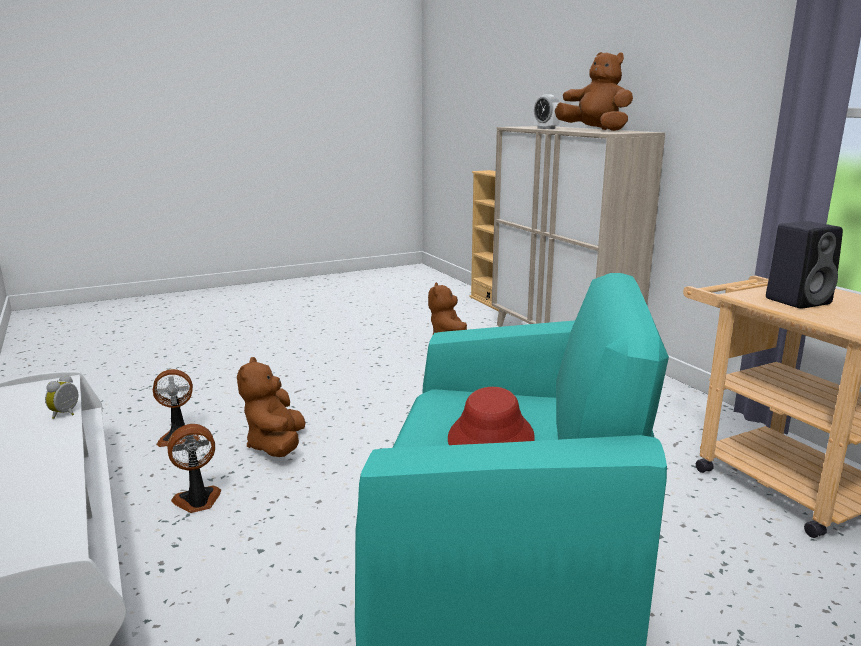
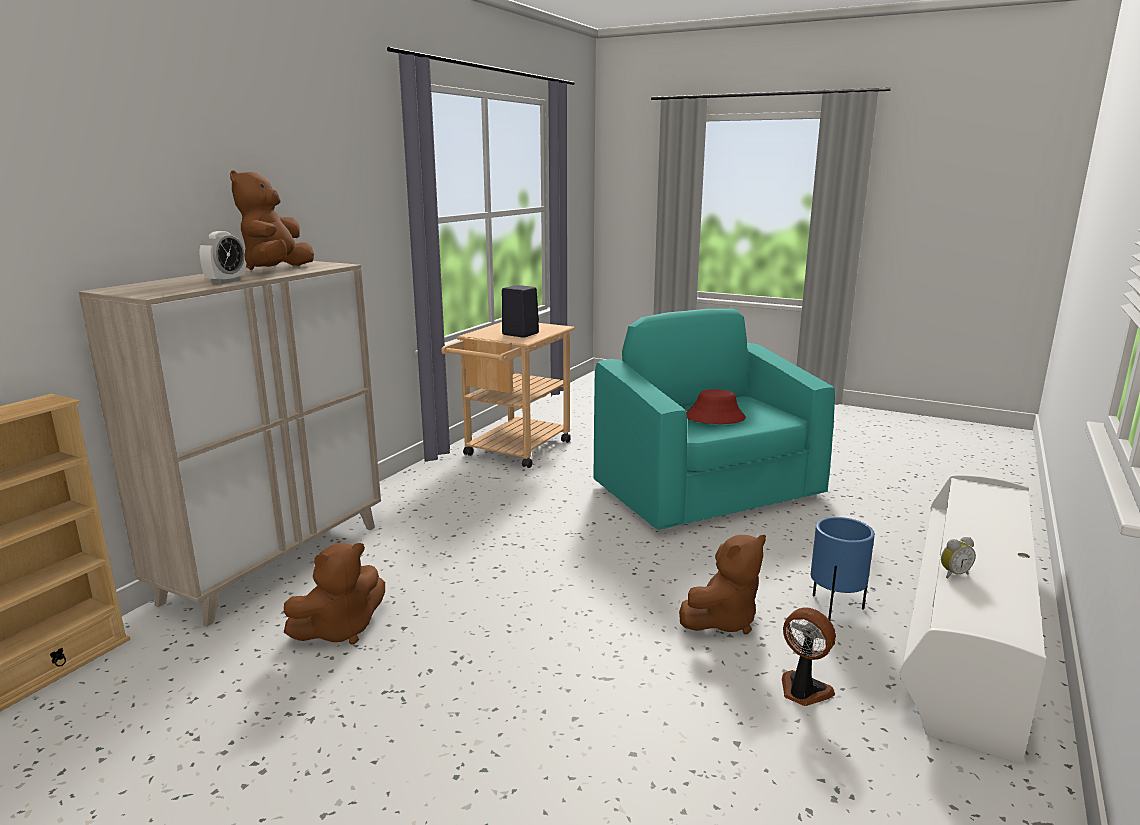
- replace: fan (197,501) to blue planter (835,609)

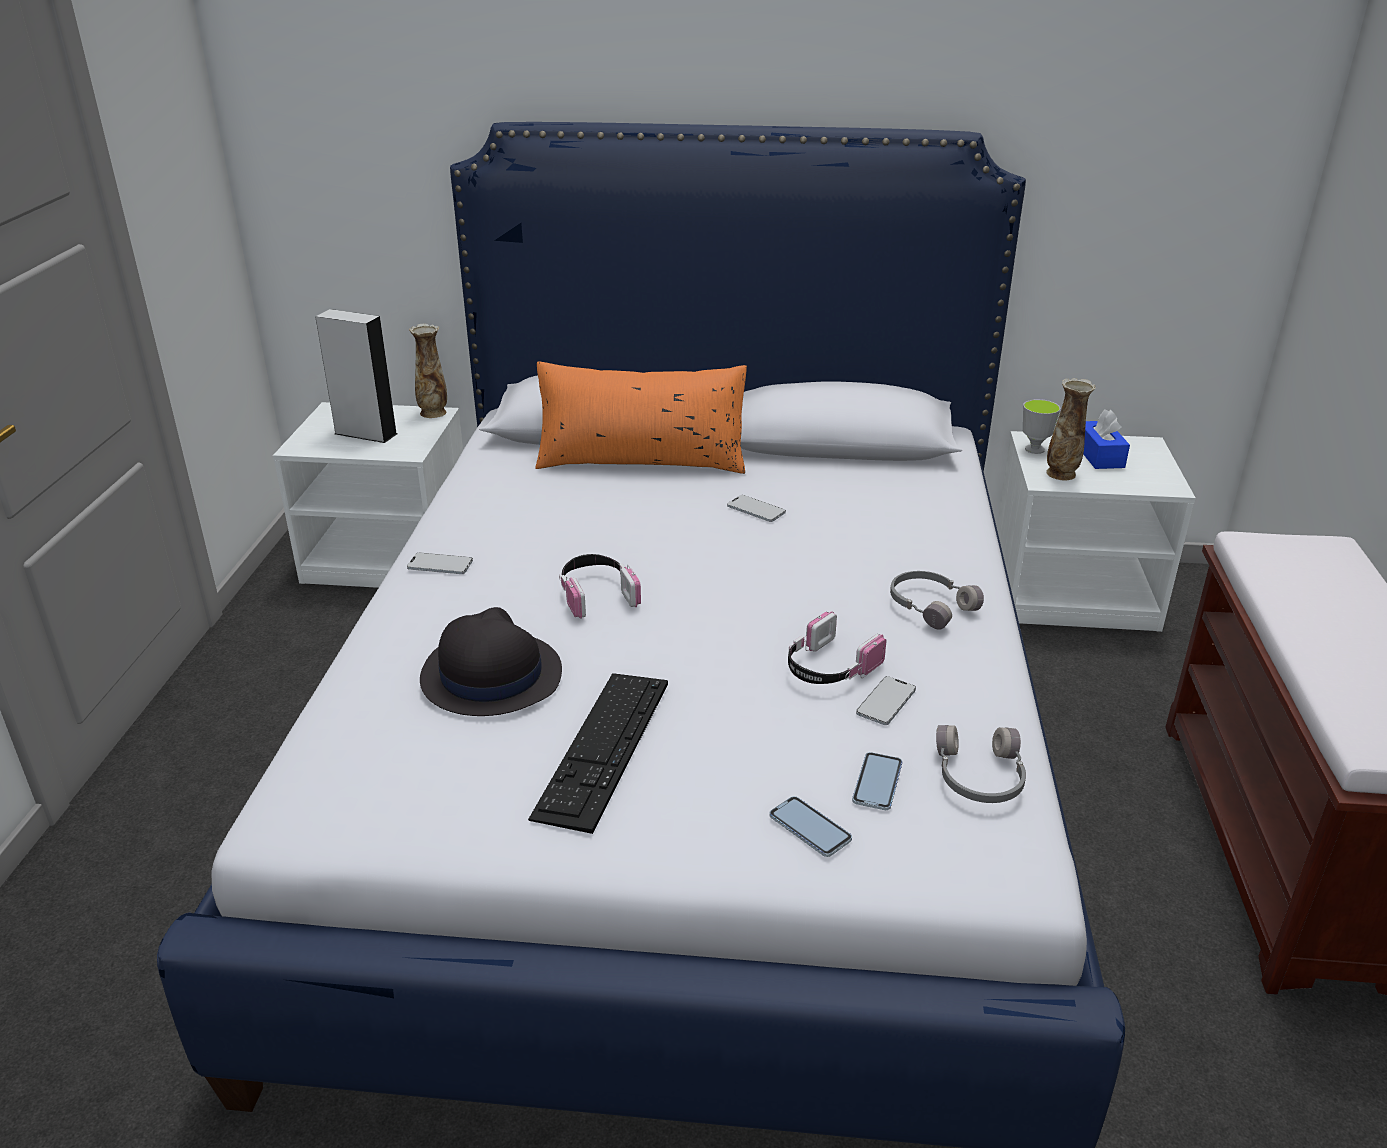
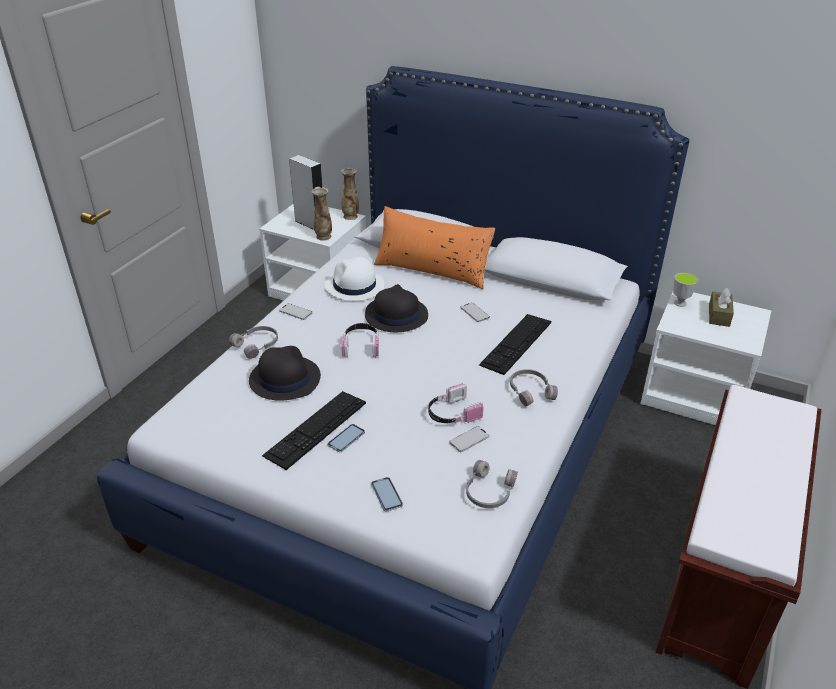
- insert: grey headphones (257,345)
- insert: white hat (354,286)
- insert: black hat (395,315)
- insert: keyboard (516,343)
- move: phone (877,782) to (346,439)
- move: vase (1061,474) to (323,237)
- recolor: blue tissue box (1099,456) to brown tissue box (719,315)

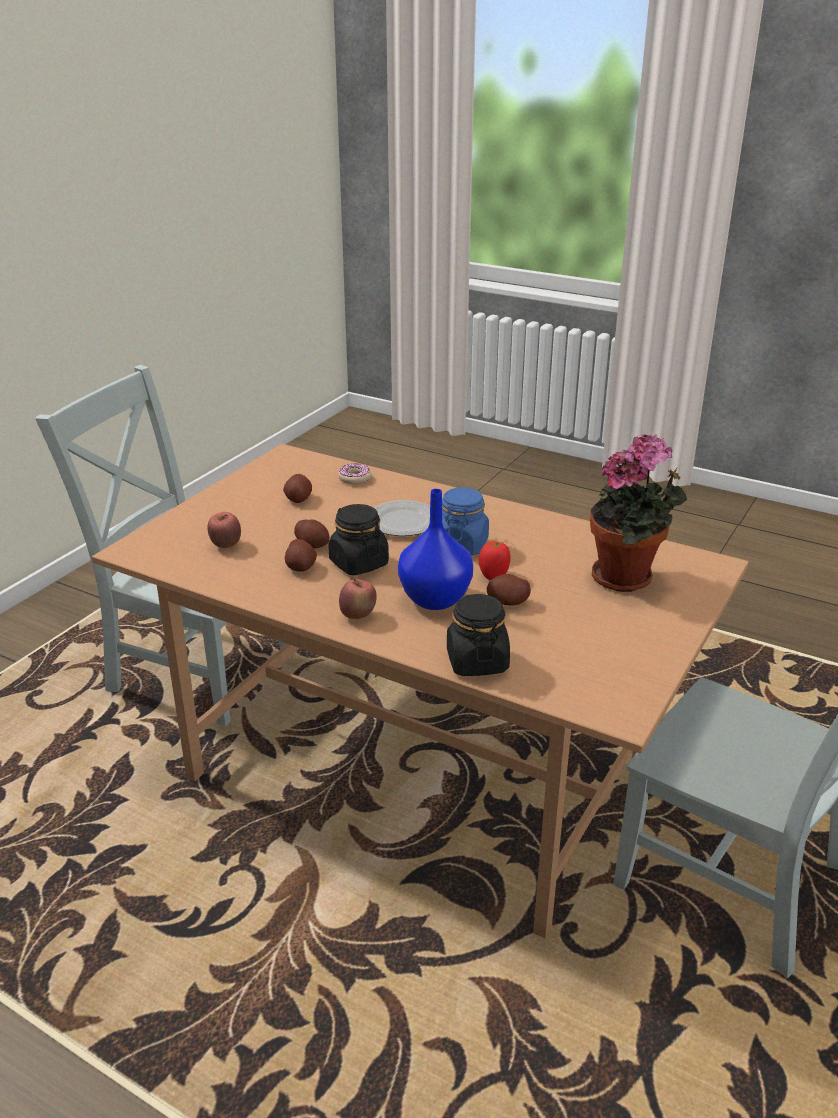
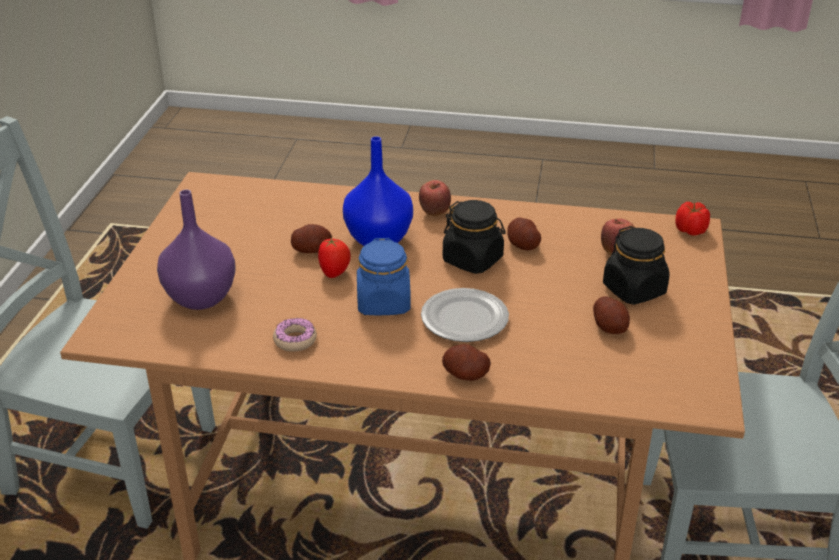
- insert: tomato (690,231)
- move: potato (313,545) to (465,374)
- move: donut (355,478) to (295,340)
- move: black jar (477,661) to (634,290)
- replace: potted plant (627,578) to purple vase (199,298)

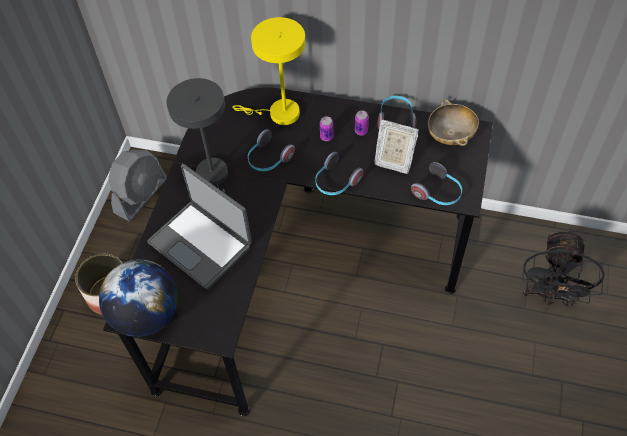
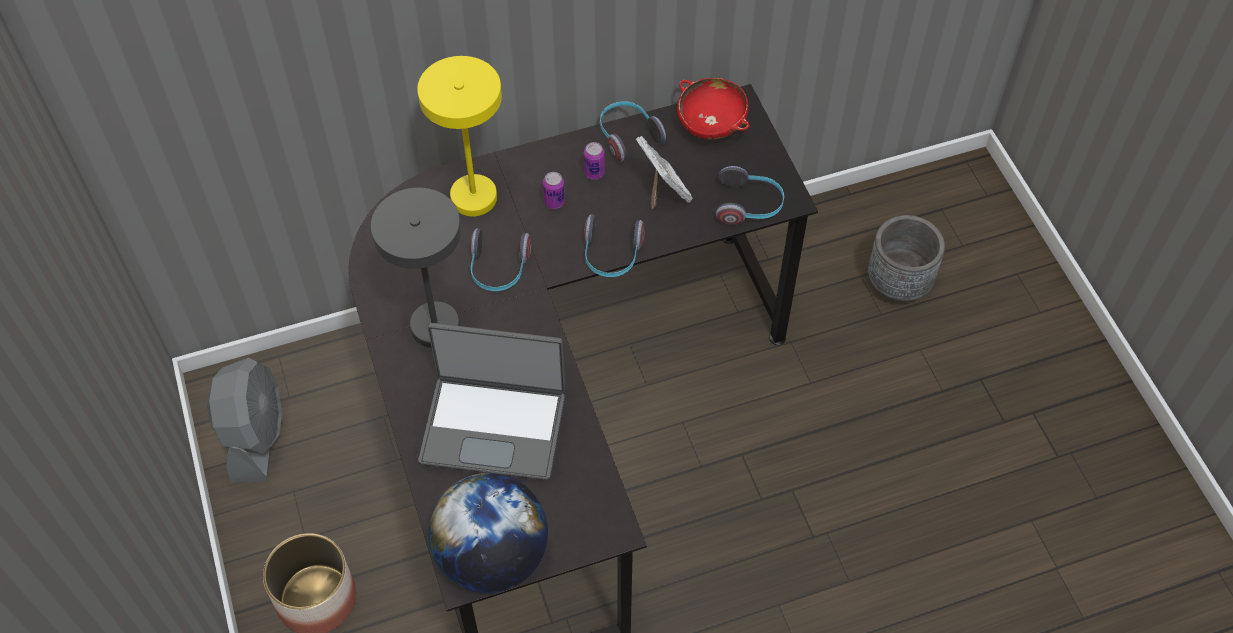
- replace: black fan (548,295) to grey planter (898,283)
- recolor: beige bowl (451,135) to red bowl (711,124)
- rotate: picture frame (393,160) = (664,192) 105 degrees counterclockwise

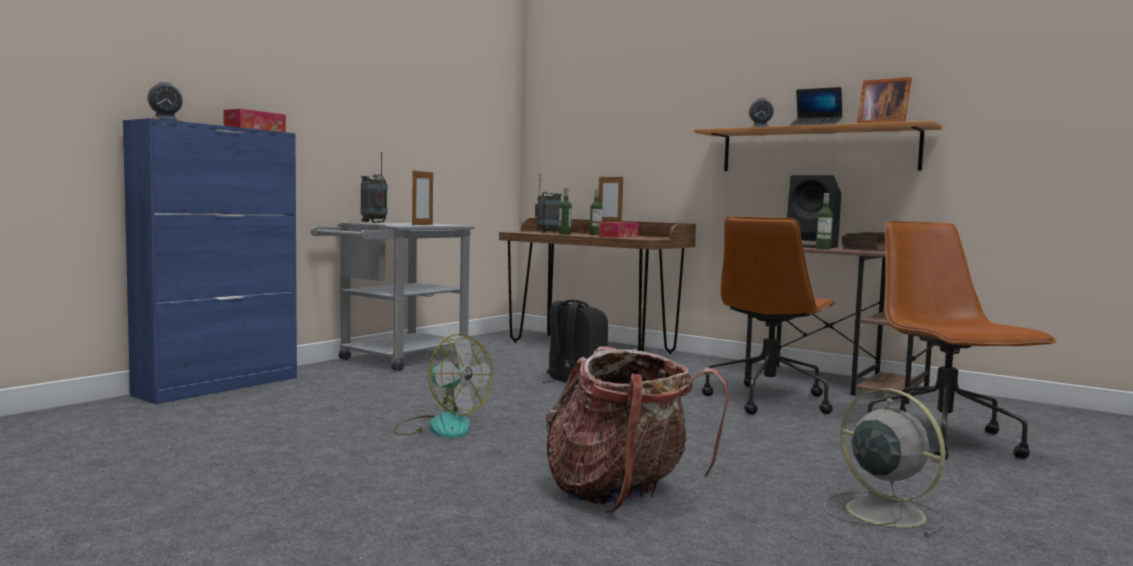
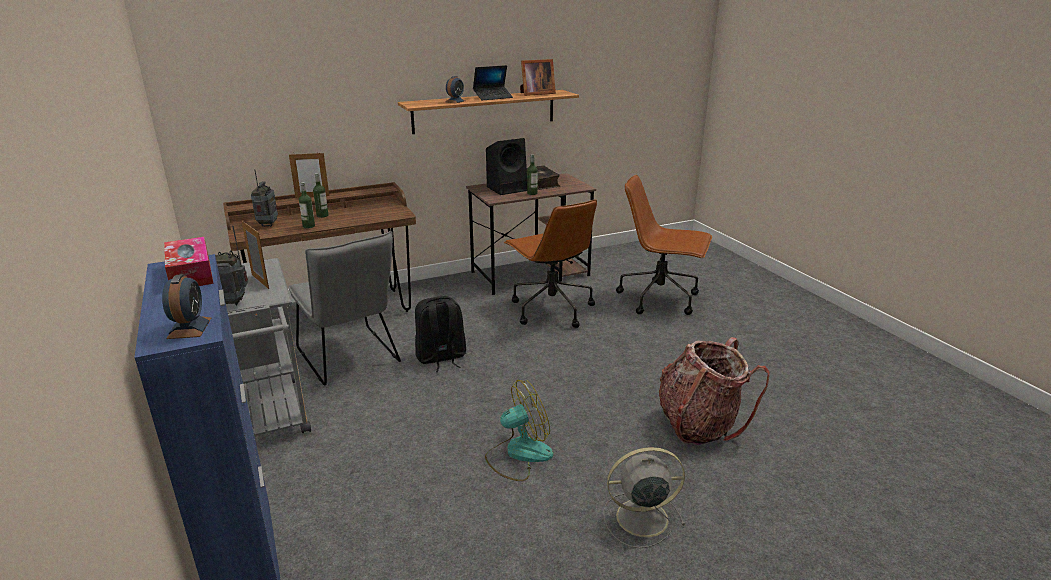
- delete: tissue box (618,236)
- insert: grey chair (350,358)
- move: grey fan (881,512) to (639,518)

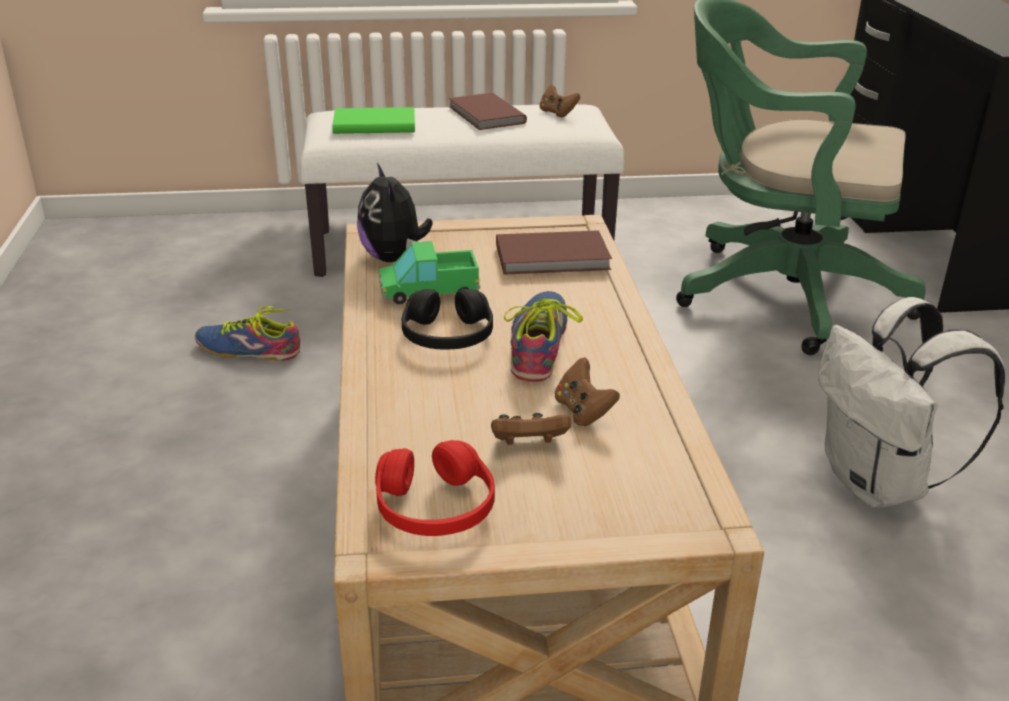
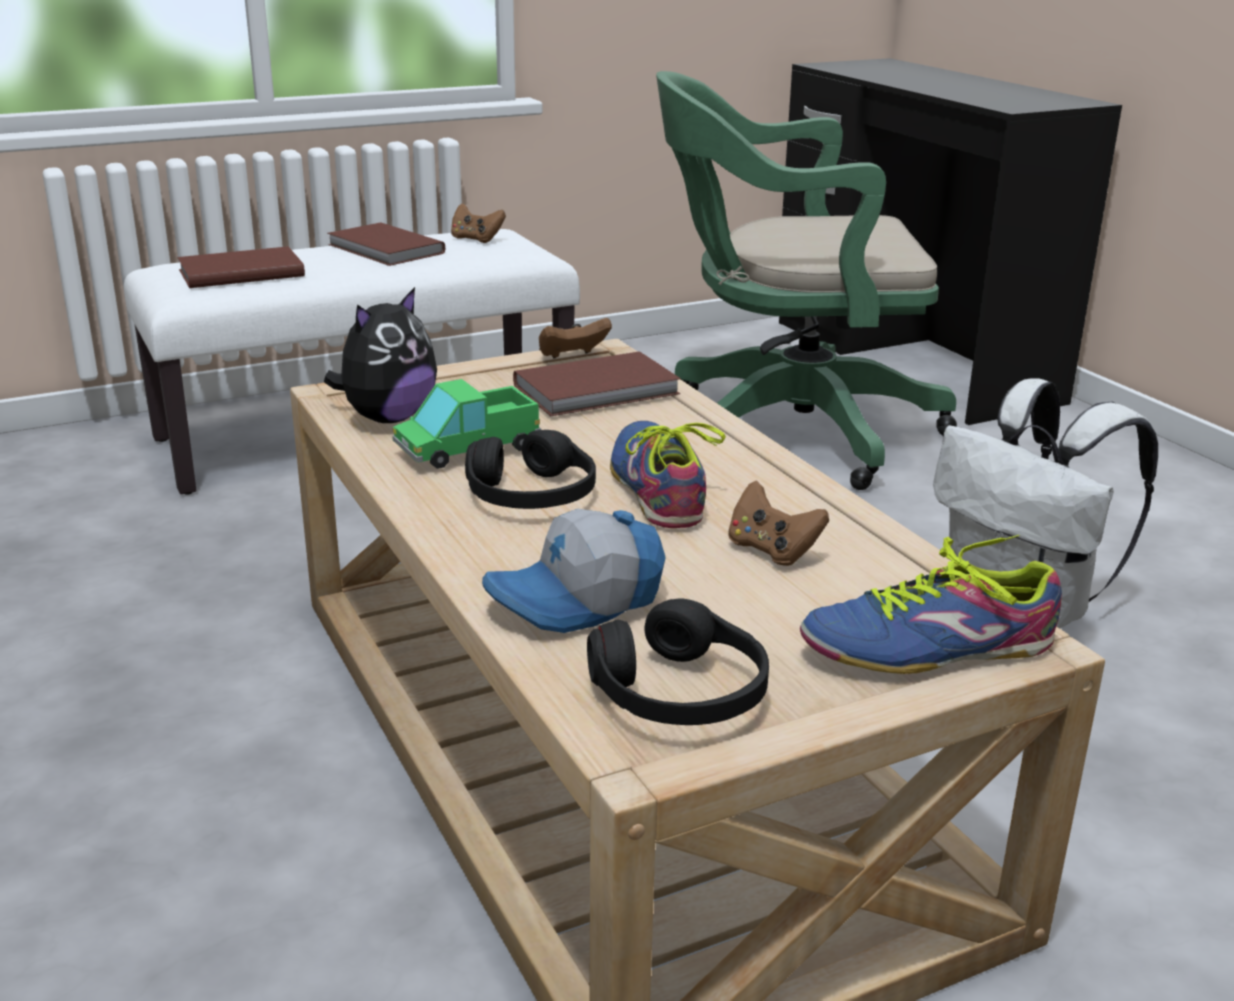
- insert: cap (578,601)
- move: shoe (248,350) to (929,648)
- move: brown game controller (529,445) to (572,356)
- recolor: green book (373,124) to brown book (239,272)
- recolor: red headphones (435,507) to black headphones (680,692)
- rotate: plush toy (394,258) = (387,418) 105 degrees counterclockwise

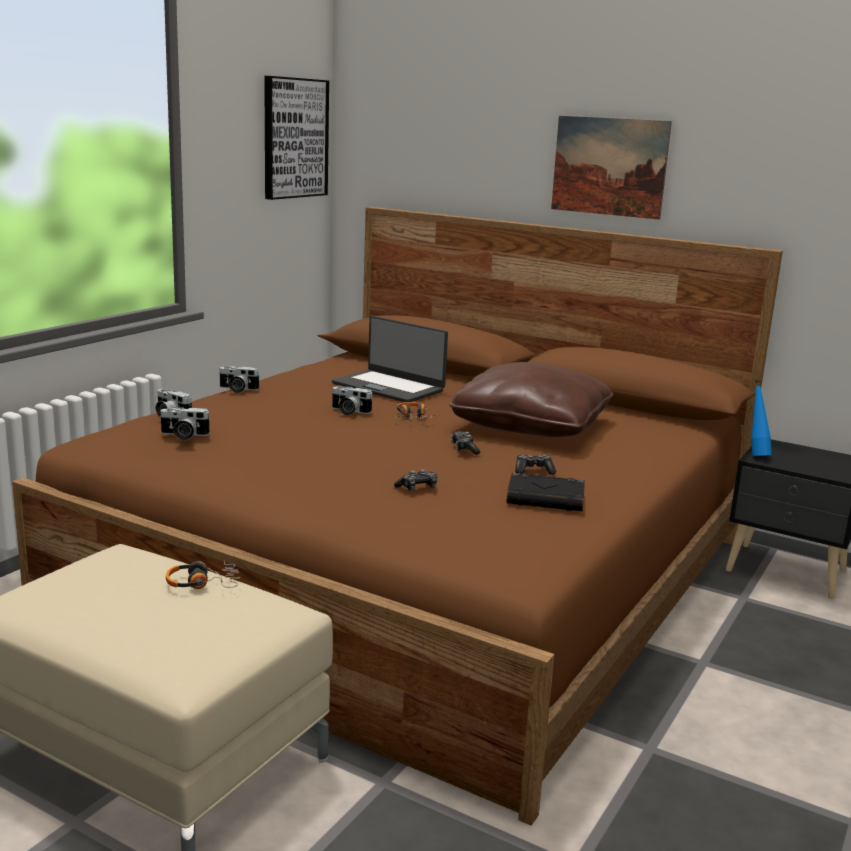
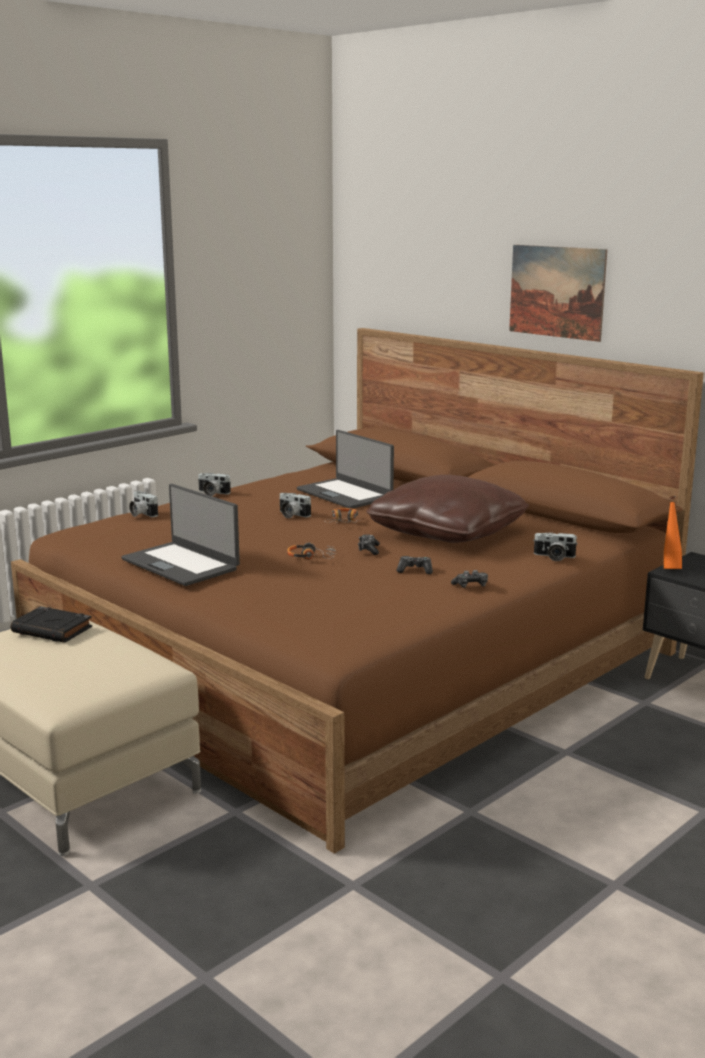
- delete: picture (294,138)
- insert: laptop (181,564)
- move: photo camera (183,436) to (554,557)
- move: headphones (203,583) to (312,557)
- move: game controller (417,488) to (471,586)
- move: black book (546,498) to (53,630)
- recolor: blue bottle (755,455) to orange bottle (669,568)

